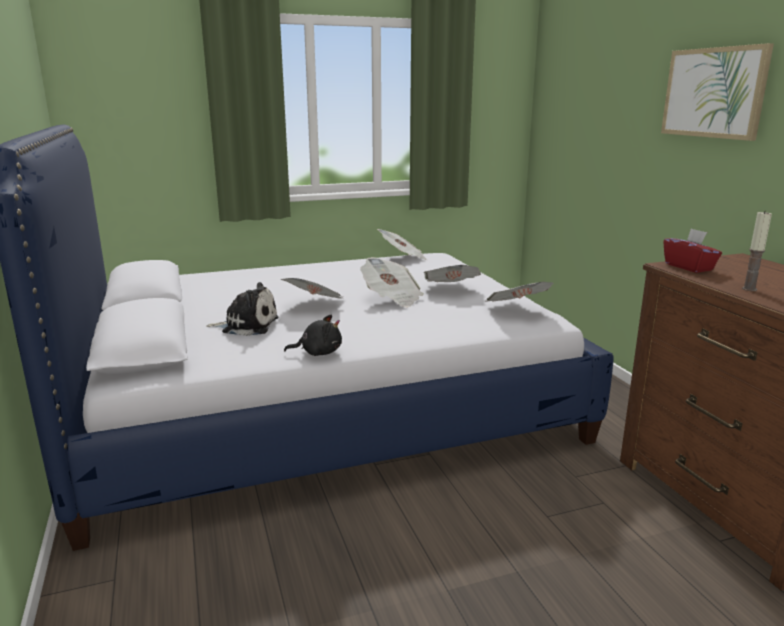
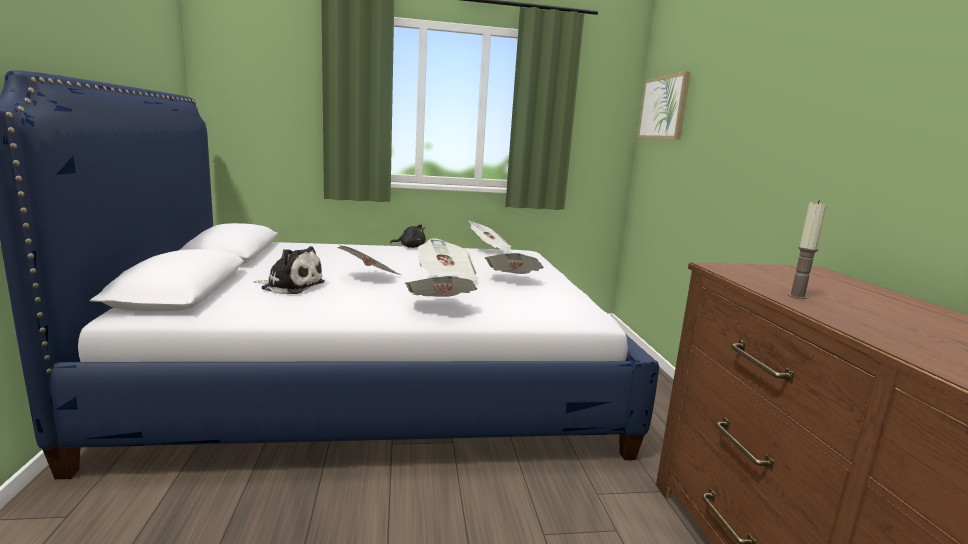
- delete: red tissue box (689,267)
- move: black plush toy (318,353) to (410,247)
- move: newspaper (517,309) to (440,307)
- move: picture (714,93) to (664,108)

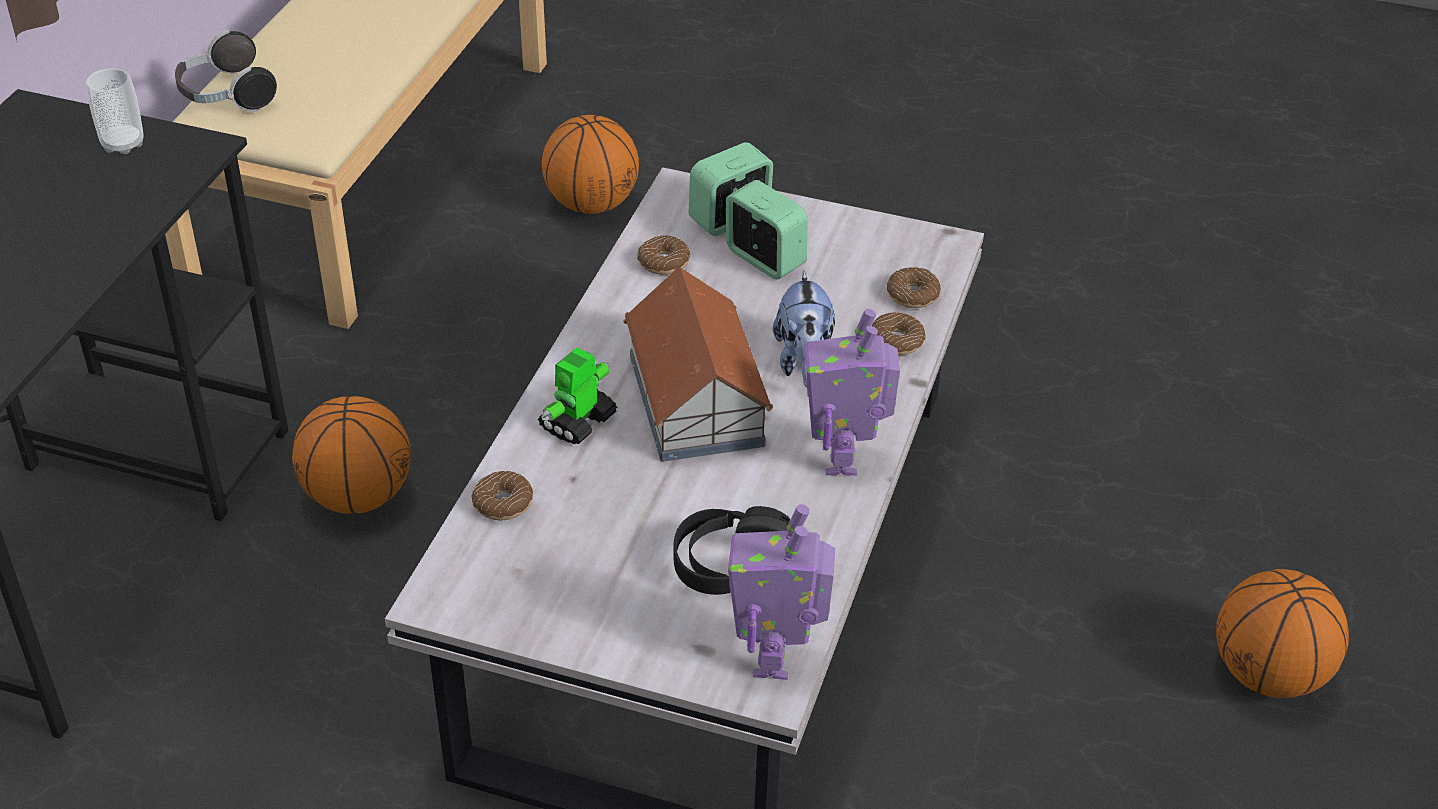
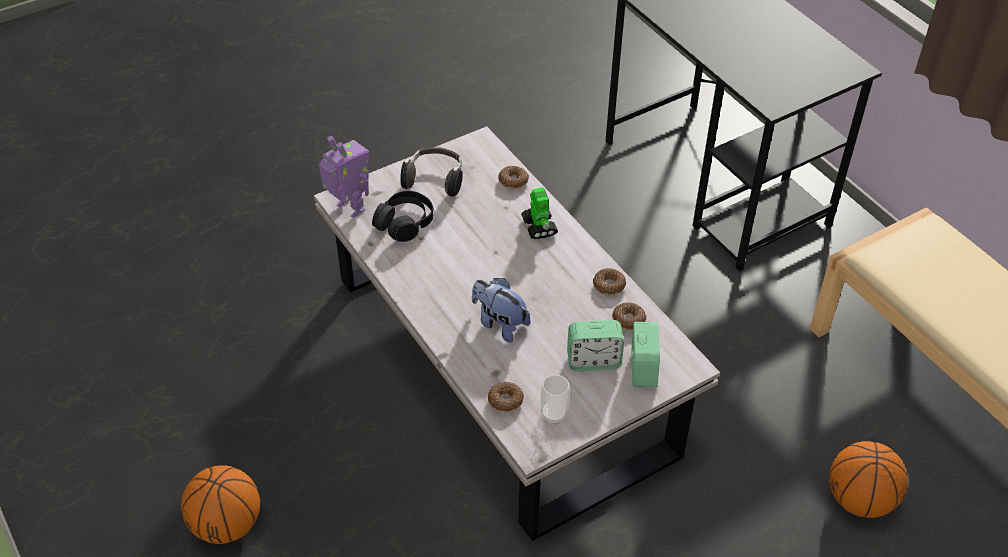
- delete: basketball (358,497)
- delete: toy house (695,401)
- delete: toy robot (843,458)
- move: cup (123,144) to (553,414)
- move: headphones (225,96) to (434,180)
- move: donut (896,341) to (609,285)

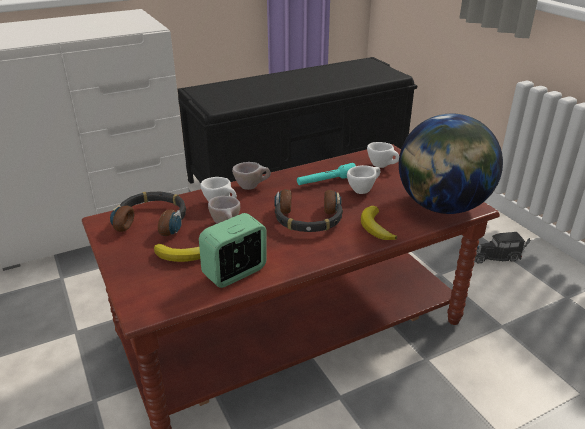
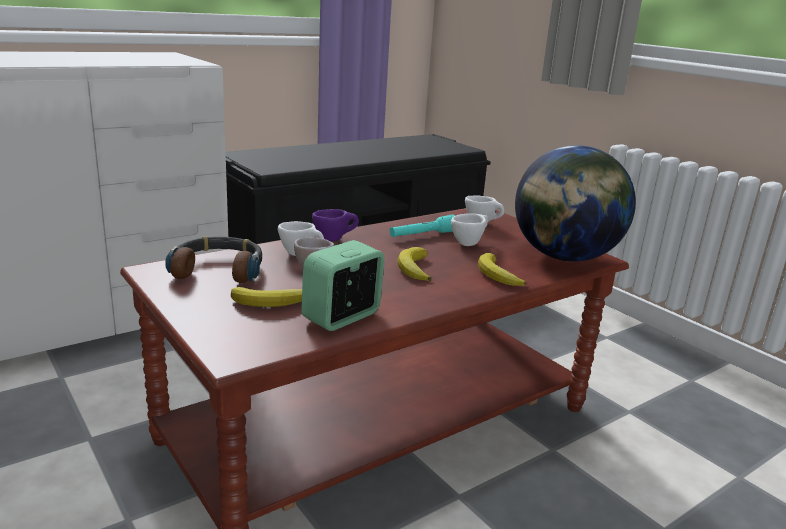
- delete: toy truck (496,256)
- replace: headphones (308,219) to banana (414,268)
- recolor: beige cup (252,187) to purple cup (334,239)

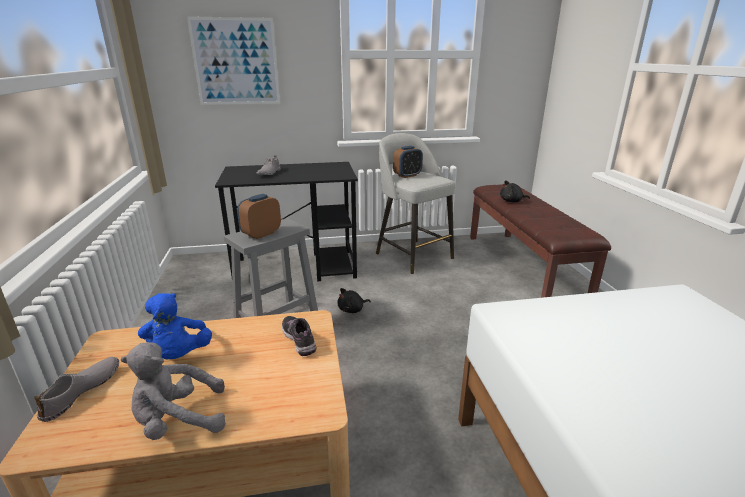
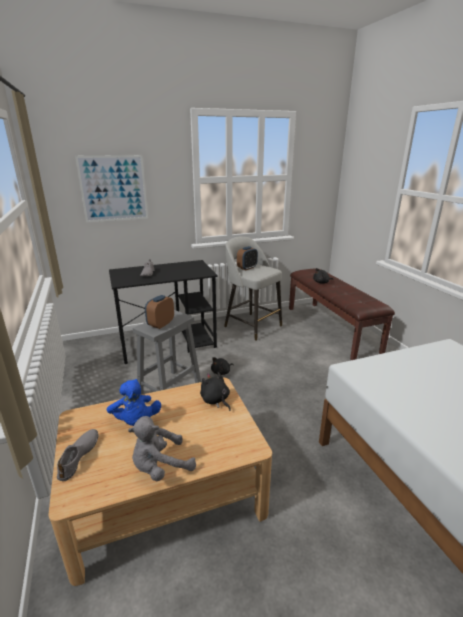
- replace: shoe (299,339) to black plush toy (215,400)

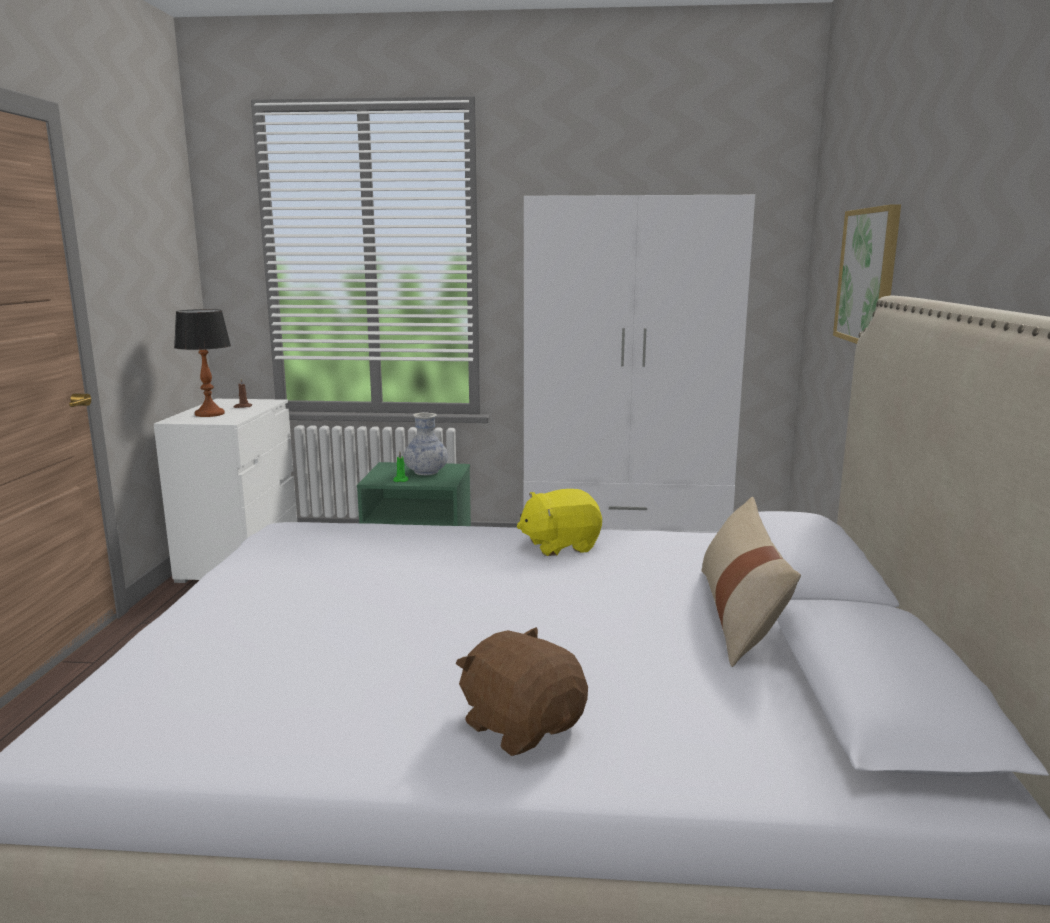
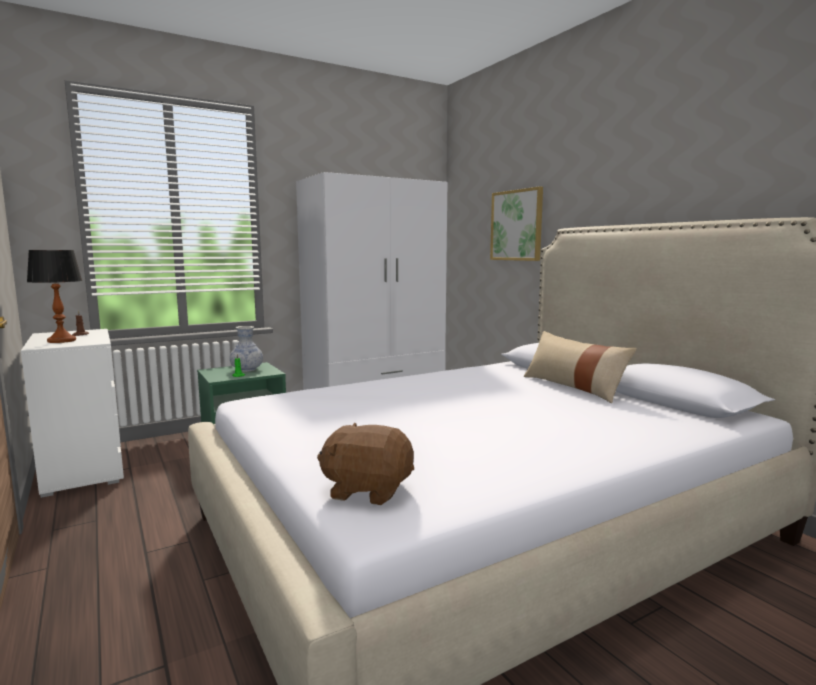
- delete: yellow plush toy (560,546)
- move: brown plush toy (522,726) to (367,490)

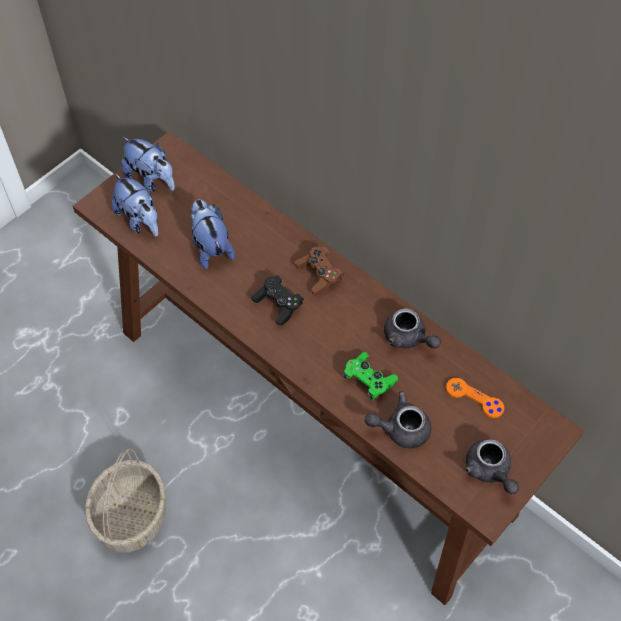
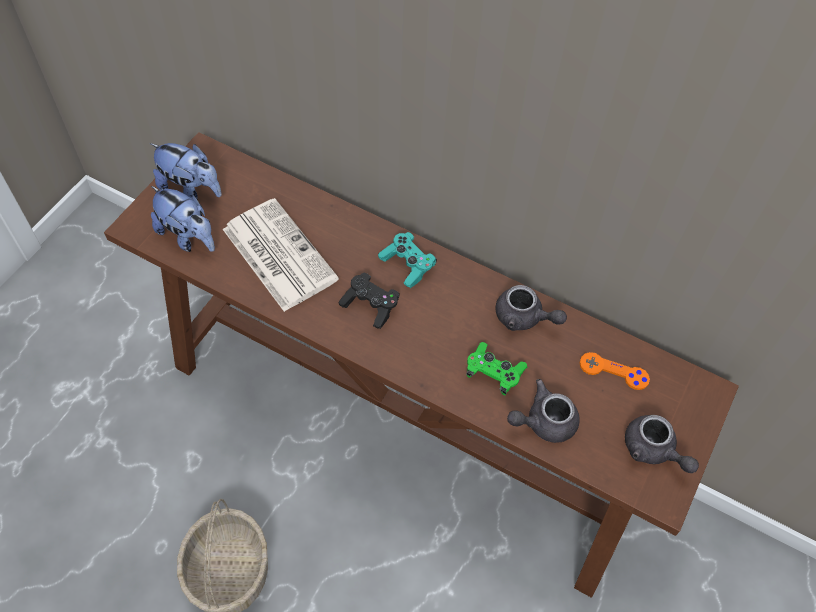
- replace: plush toy (211,247) to newspaper (277,254)
- recolor: brown game controller (319,275) to turquoise game controller (407,265)

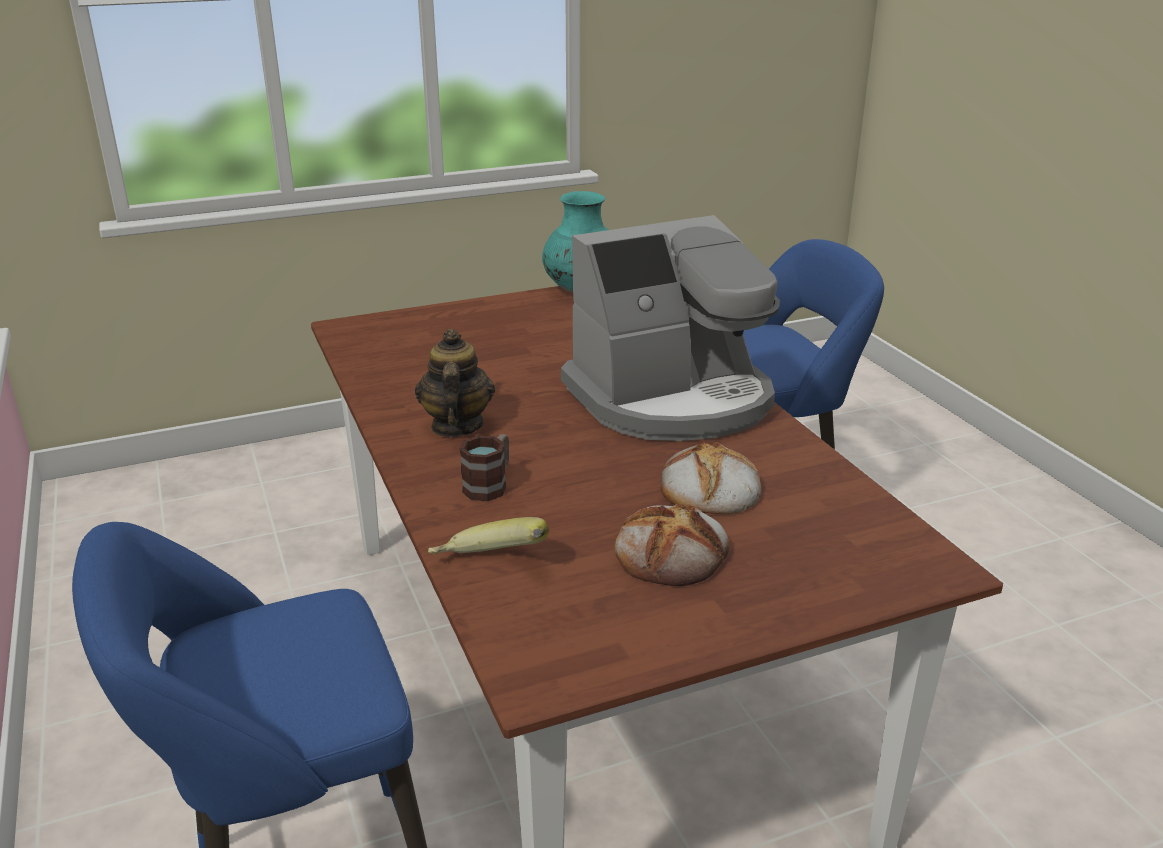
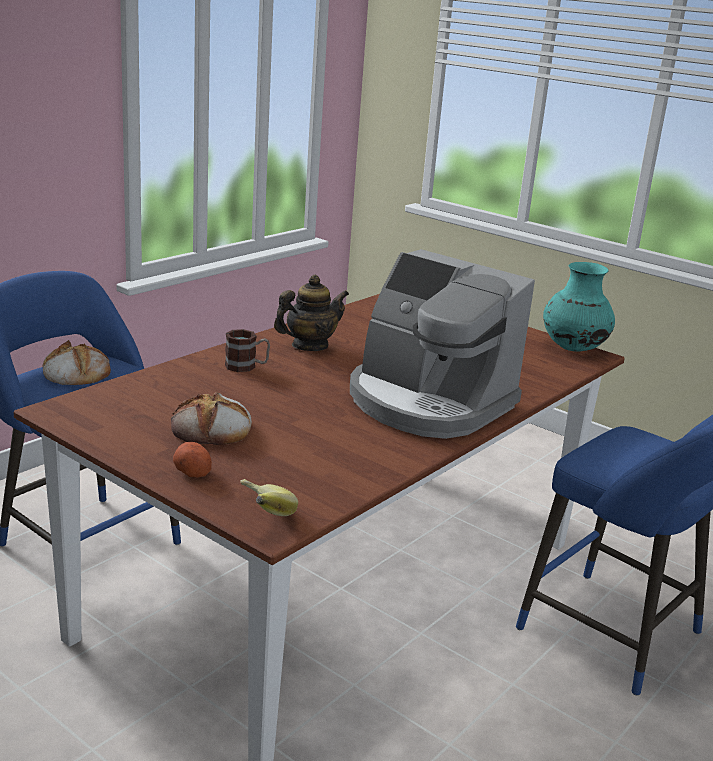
- insert: potato (191,471)
- move: banana (489,566) to (260,516)
- move: bread (708,489) to (75,372)

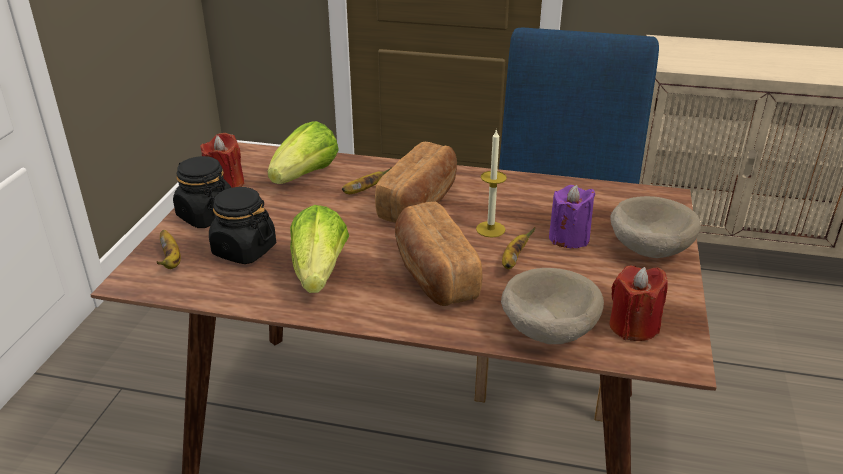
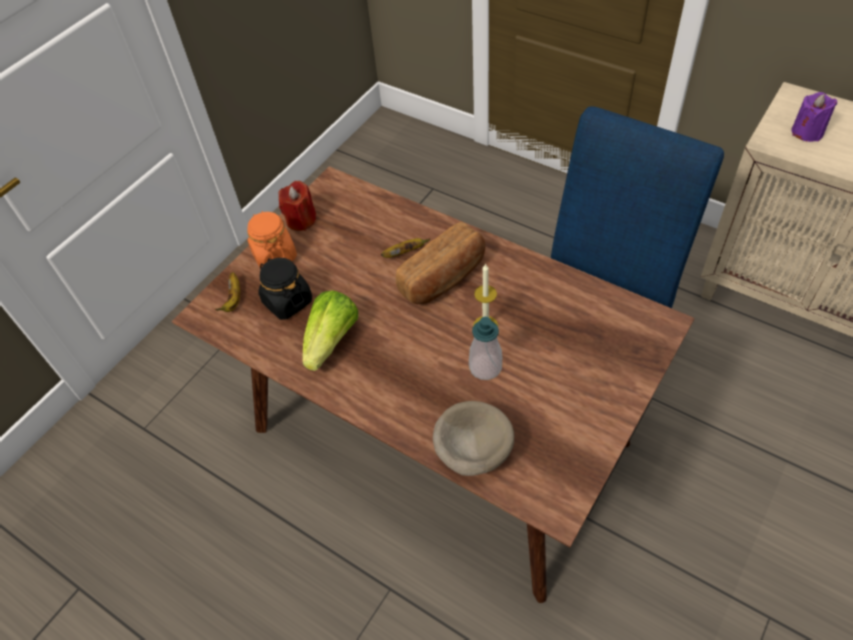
- delete: lettuce (305,176)
- delete: bread (433,273)
- delete: red candle (633,326)
- delete: beige bowl (648,249)
- move: purple candle (569,238) to (807,132)
- replace: banana (513,260) to soap dispenser (485,367)
- recolor: black jar (207,216) to orange jar (274,255)

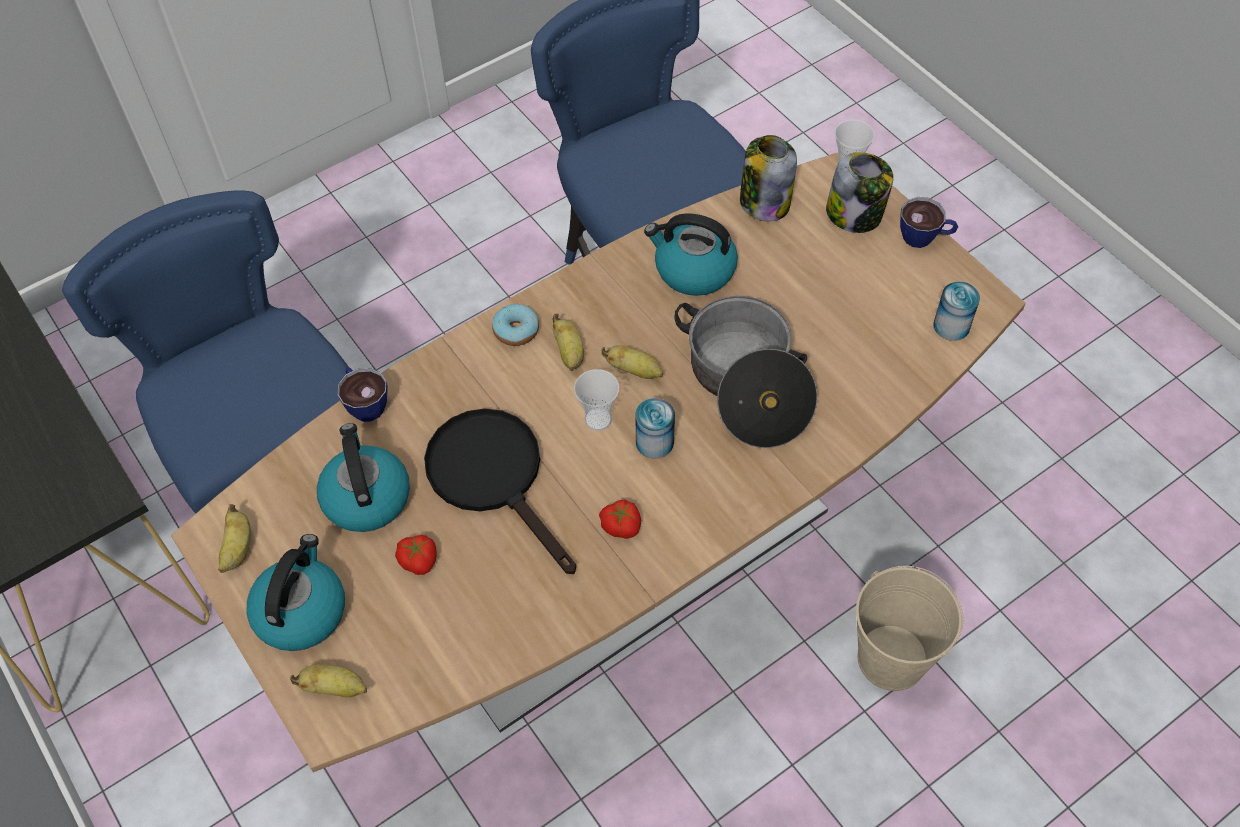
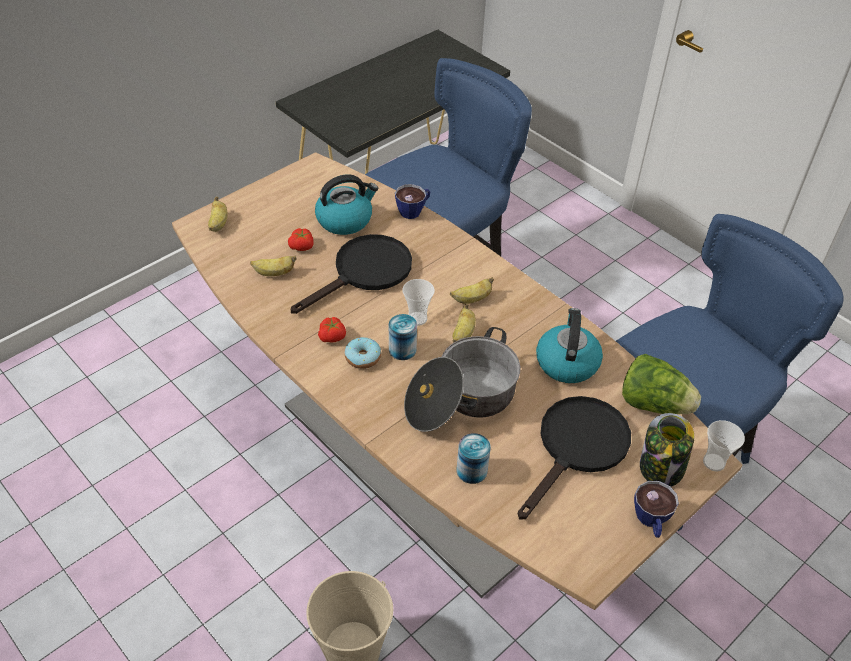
- delete: kettle (301,611)
- insert: black frying pan (577,448)
- move: banana (238,549) to (274,273)
- move: donut (516,330) to (363,358)
- move: can (951,326) to (471,470)
- replace: jar (764,202) to lettuce (653,404)

